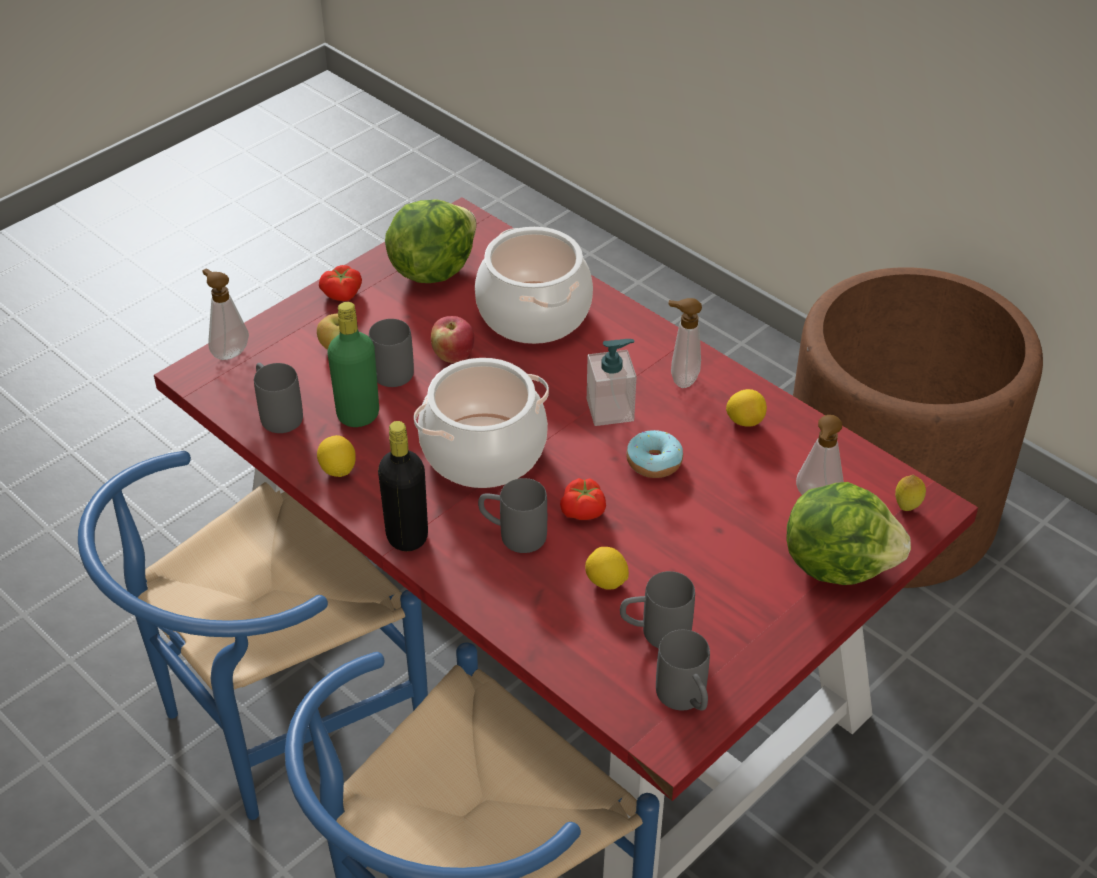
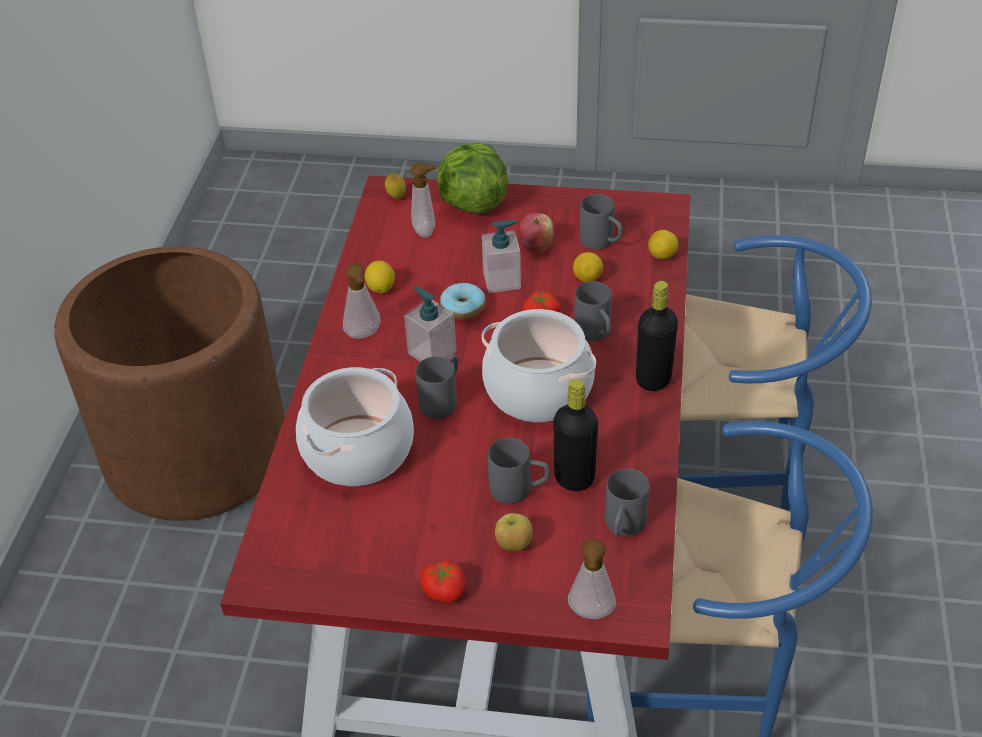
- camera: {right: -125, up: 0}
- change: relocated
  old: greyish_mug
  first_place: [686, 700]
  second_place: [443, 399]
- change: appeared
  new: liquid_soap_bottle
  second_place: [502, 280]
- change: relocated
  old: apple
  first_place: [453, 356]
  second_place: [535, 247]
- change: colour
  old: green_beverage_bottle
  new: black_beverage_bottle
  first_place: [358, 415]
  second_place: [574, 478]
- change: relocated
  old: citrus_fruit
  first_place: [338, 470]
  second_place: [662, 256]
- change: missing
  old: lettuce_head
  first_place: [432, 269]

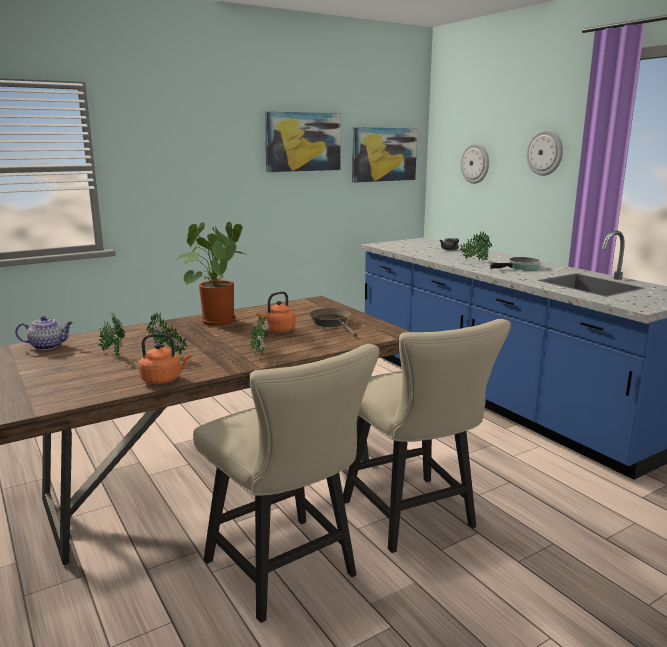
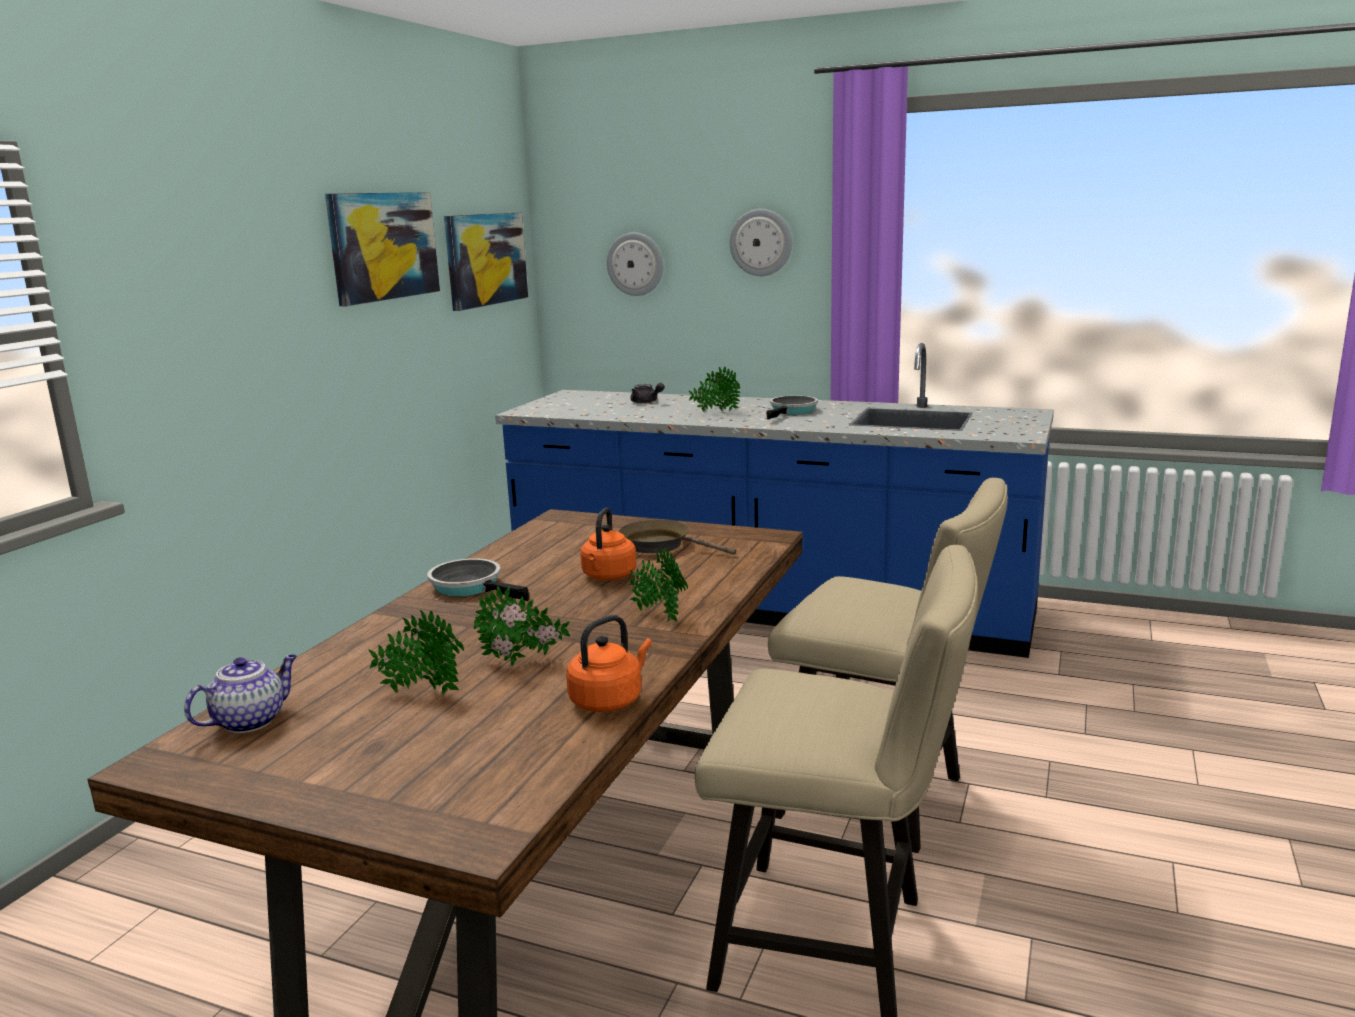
- camera: {right: -35, up: 0}
- change: exchanged
  old: potted_plant
  new: pan
  first_place: [216, 320]
  second_place: [471, 587]

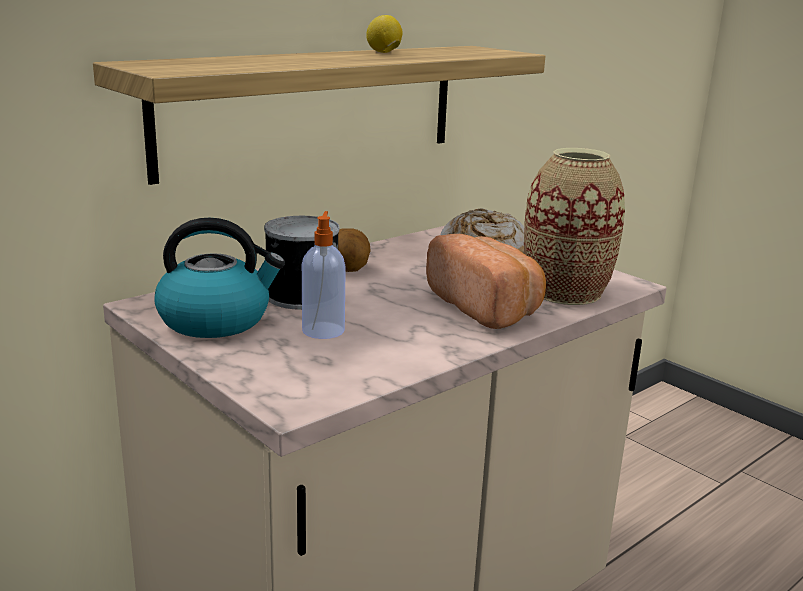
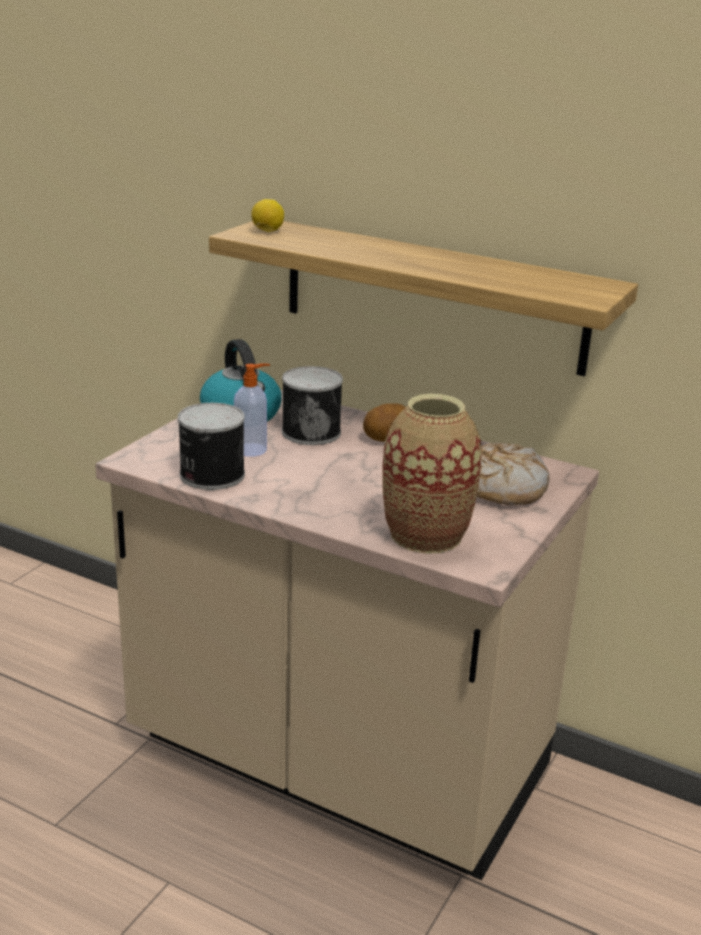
- camera: {right: 70, up: 5}
- change: appeared
  new: metal_can
  second_place: [210, 475]
- change: relocated
  old: citrus_fruit
  first_place: [384, 52]
  second_place: [267, 231]
- change: missing
  old: bread
  first_place: [486, 307]

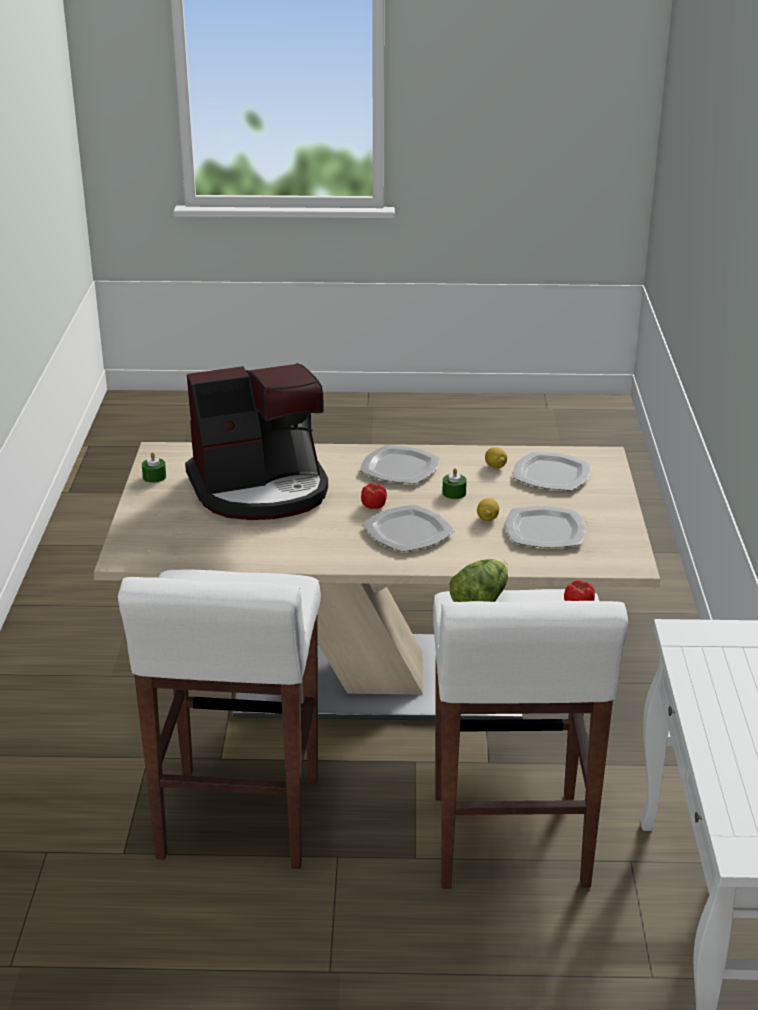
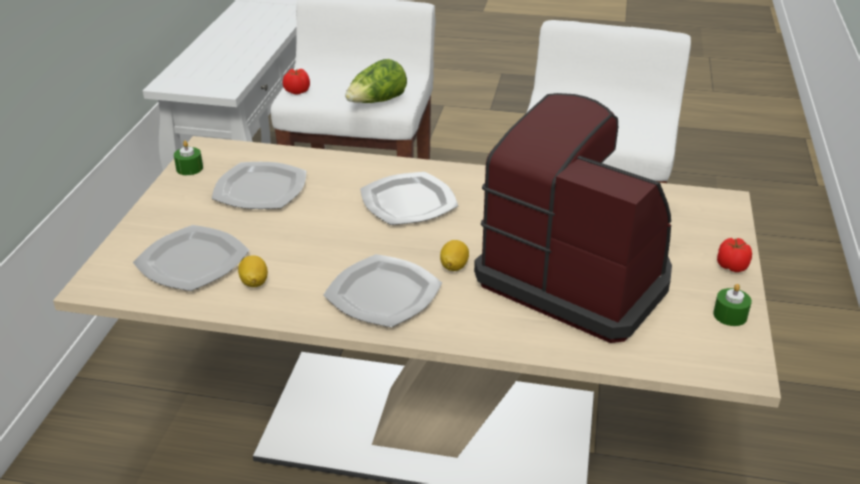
- camera: {right: -170, up: 5}
- change: relocated
  old: green_wax_light
  first_place: [454, 493]
  second_place: [189, 168]
- change: relocated
  old: citrus_fruit
  first_place: [487, 519]
  second_place: [454, 266]
- change: spun
  old: coffee_brewer
  first_place: [261, 489]
  second_place: [576, 277]
  degrees: 45
- change: relocated
  old: tomato
  first_place: [373, 506]
  second_place: [732, 266]

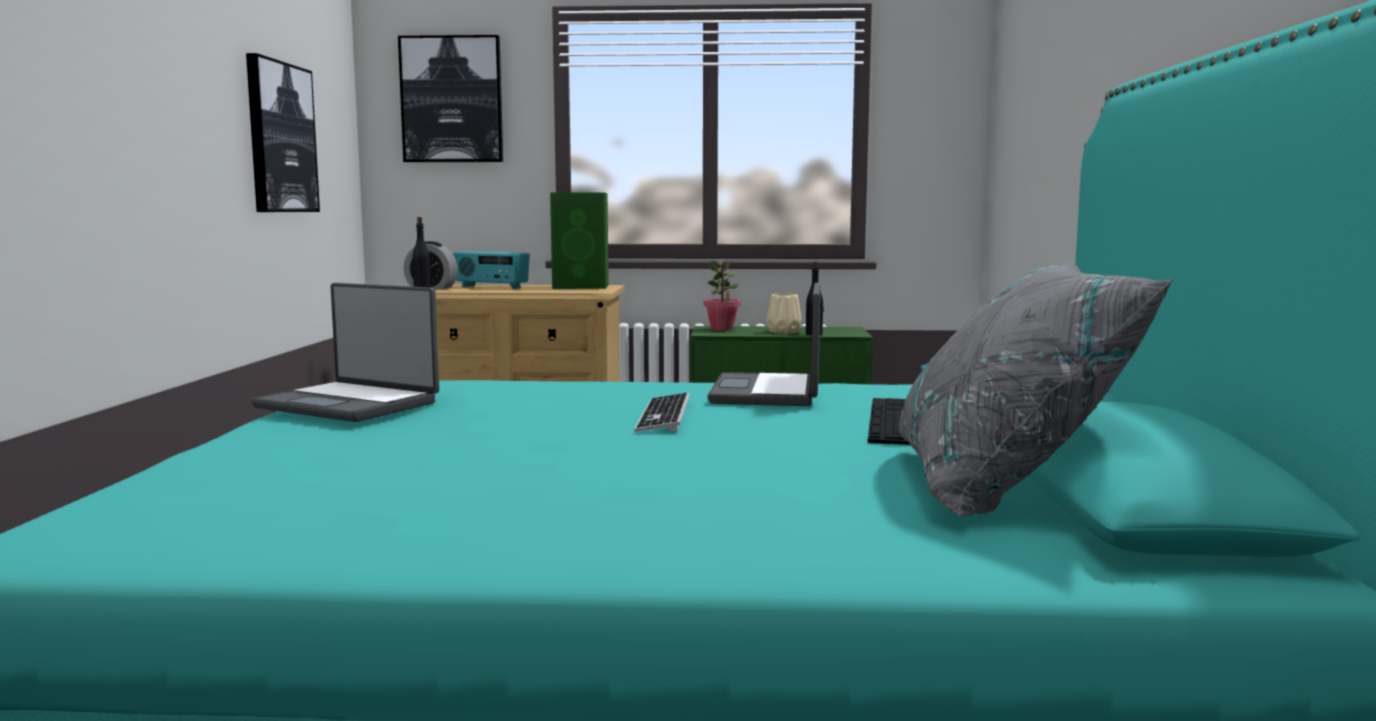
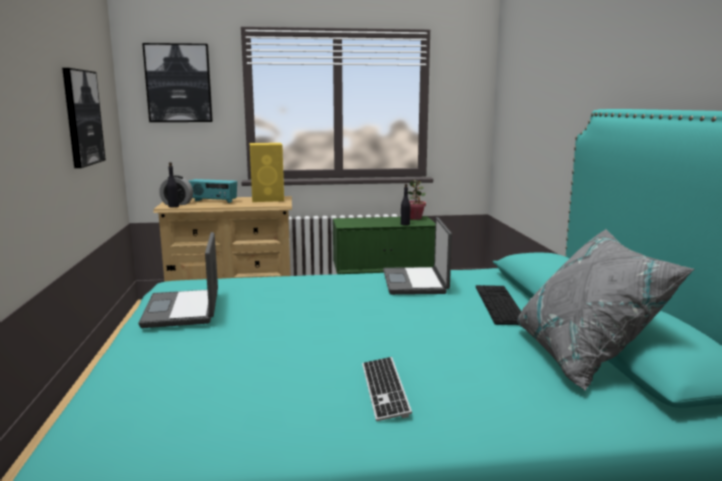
- camera: {right: -10, up: 5}
- change: spun
  old: laptop
  first_place: [350, 404]
  second_place: [184, 310]
  degrees: 60
- change: colour
  old: green_loudspeaker
  new: yellow_loudspeaker
  first_place: [582, 287]
  second_place: [268, 199]
- change: relocated
  old: PC_keyboard
  first_place: [664, 416]
  second_place: [384, 389]
- change: relocated
  old: potted_plant
  first_place: [722, 329]
  second_place: [415, 218]
- change: missing
  old: sand-coloured_decorative_vase
  first_place: [783, 332]

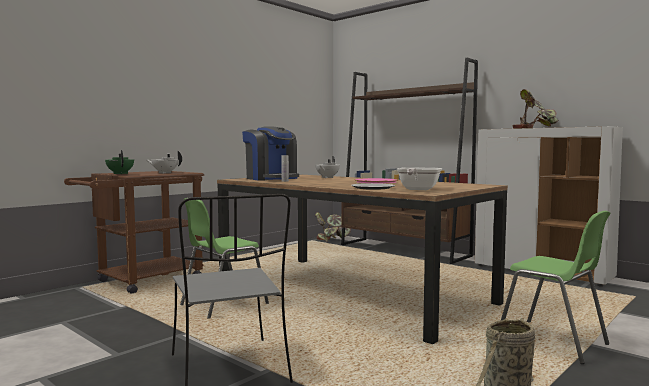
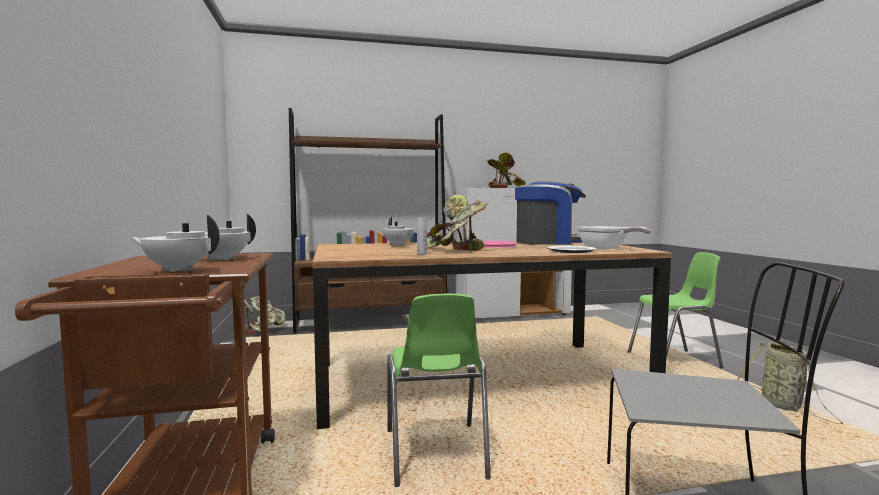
- camera: {right: -55, up: 0}
- change: colour
  old: green_teapot
  new: white_teapot
  first_place: [120, 173]
  second_place: [178, 270]
- change: appeared
  new: potted_plant
  second_place: [456, 250]
- change: relocated
  old: coffee_brewer
  first_place: [271, 178]
  second_place: [548, 242]

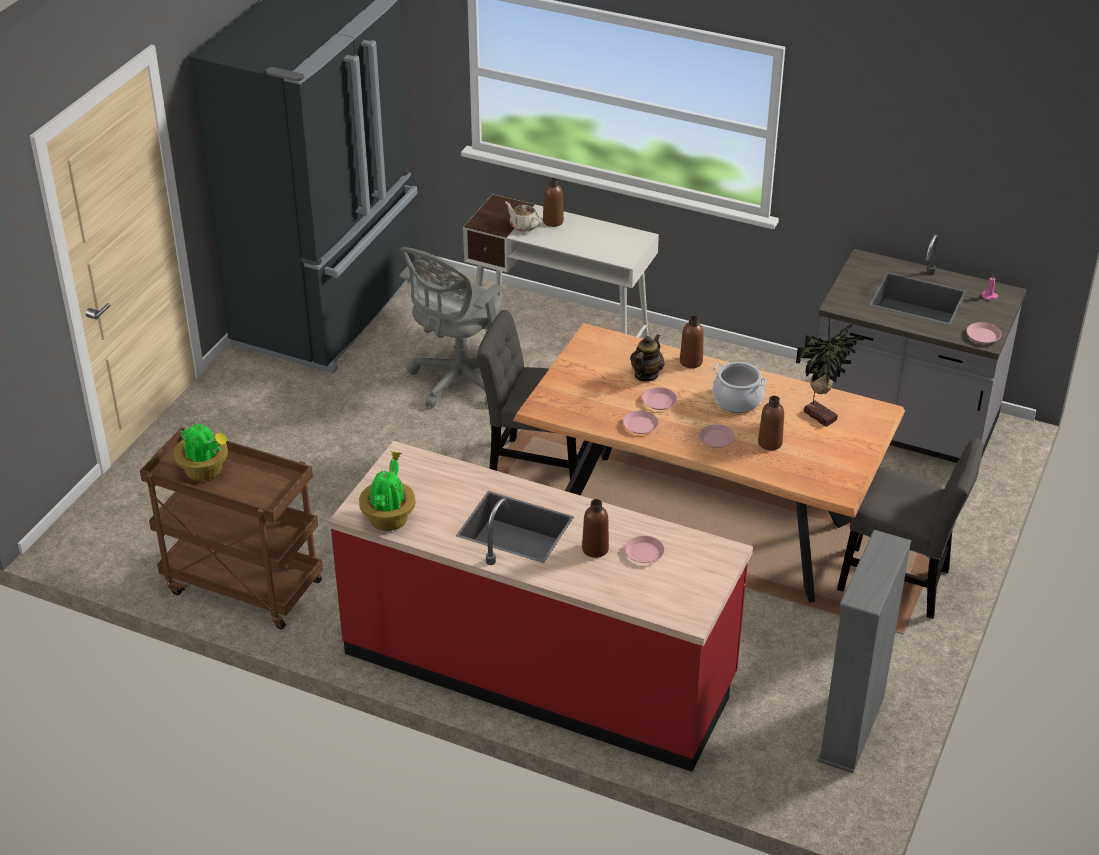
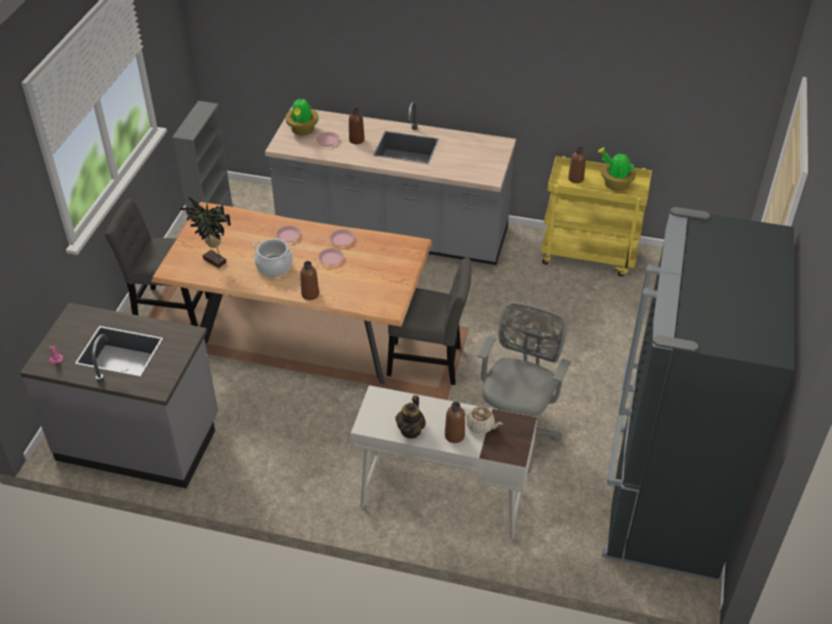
- camera: {right: 170, up: 5}
- change: colour
  old: reddish_kitchen_base_unit
  new: greyish_kitchen_base_unit
  first_place: [539, 667]
  second_place: [393, 232]
- change: relocated
  old: potted_plant
  first_place: [389, 517]
  second_place: [302, 130]
- change: relocated
  old: teapot
  first_place: [646, 375]
  second_place: [411, 430]
- change: colour
  old: brown_trolley
  new: yellow_trolley
  first_place: [241, 587]
  second_place: [589, 255]
- change: relocated
  old: brown_beverage_bottle
  first_place: [770, 443]
  second_place: [576, 178]
- change: missing
  old: pink_plate
  first_place: [983, 336]

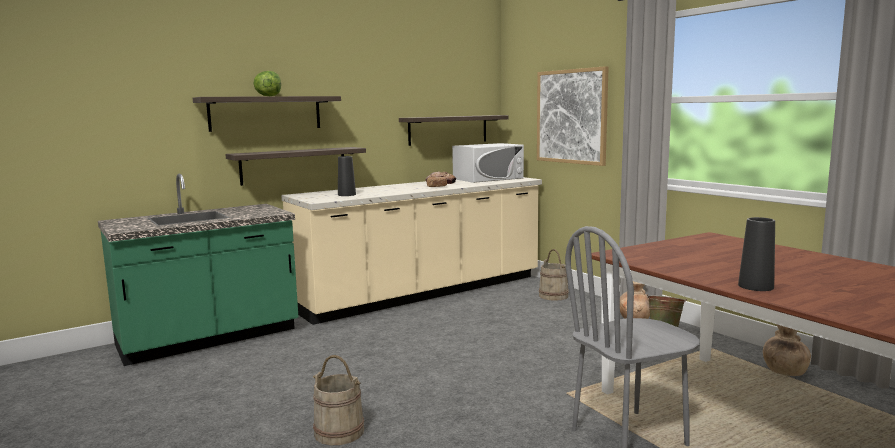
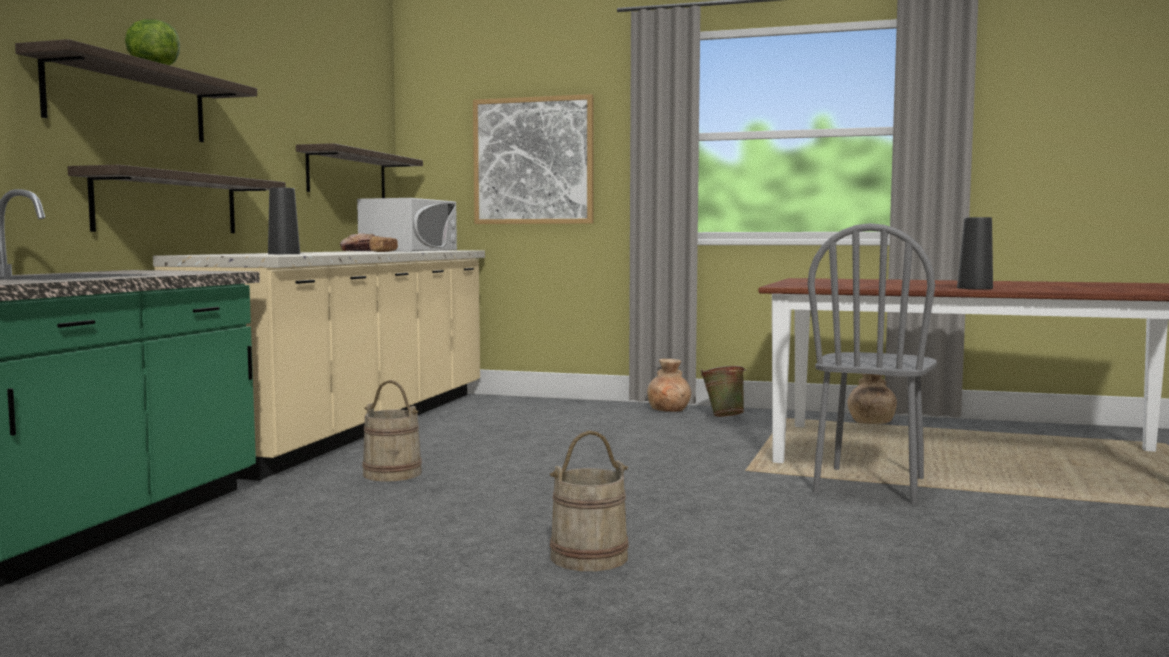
- camera: {right: -40, up: -5}
- change: relocated
  old: sand-coloured_bucket
  first_place: [553, 296]
  second_place: [392, 473]

